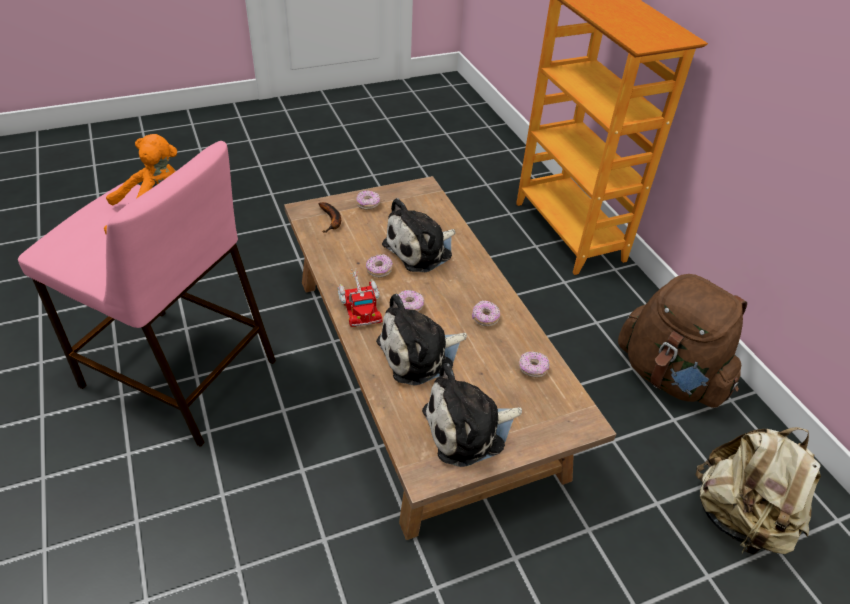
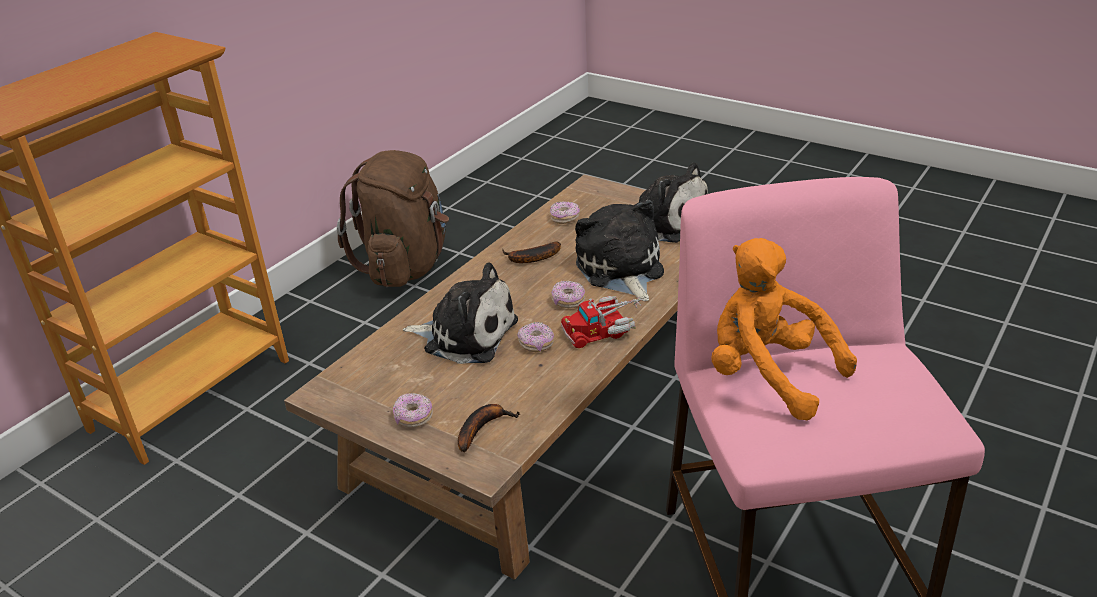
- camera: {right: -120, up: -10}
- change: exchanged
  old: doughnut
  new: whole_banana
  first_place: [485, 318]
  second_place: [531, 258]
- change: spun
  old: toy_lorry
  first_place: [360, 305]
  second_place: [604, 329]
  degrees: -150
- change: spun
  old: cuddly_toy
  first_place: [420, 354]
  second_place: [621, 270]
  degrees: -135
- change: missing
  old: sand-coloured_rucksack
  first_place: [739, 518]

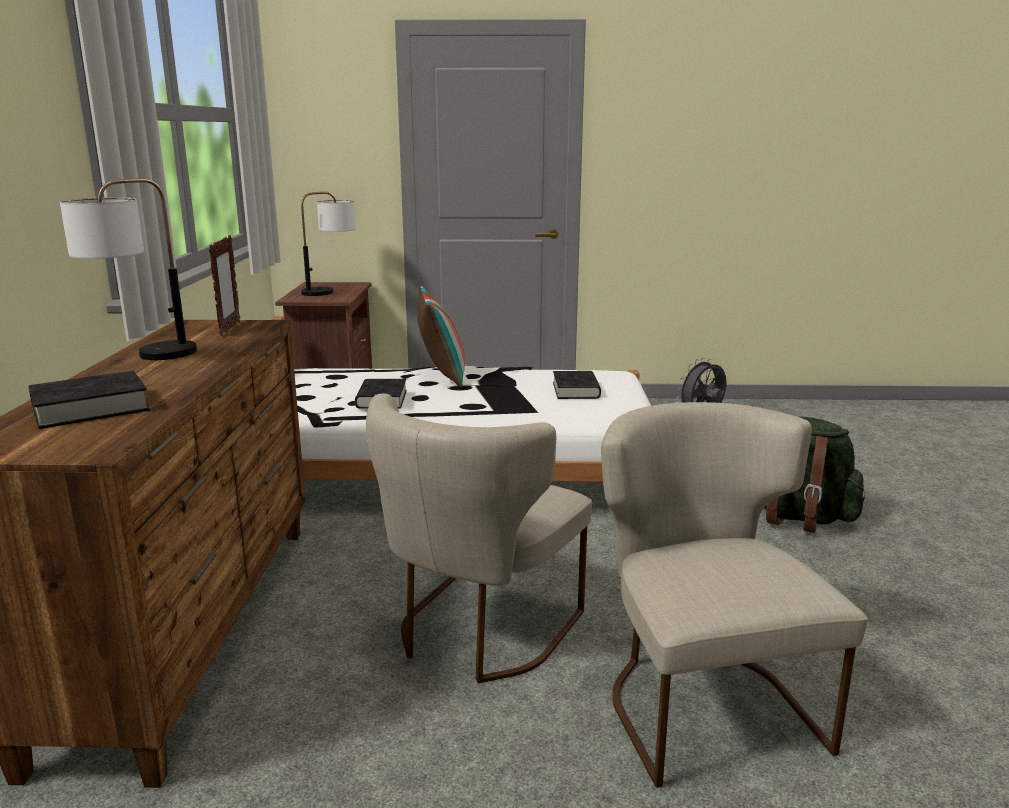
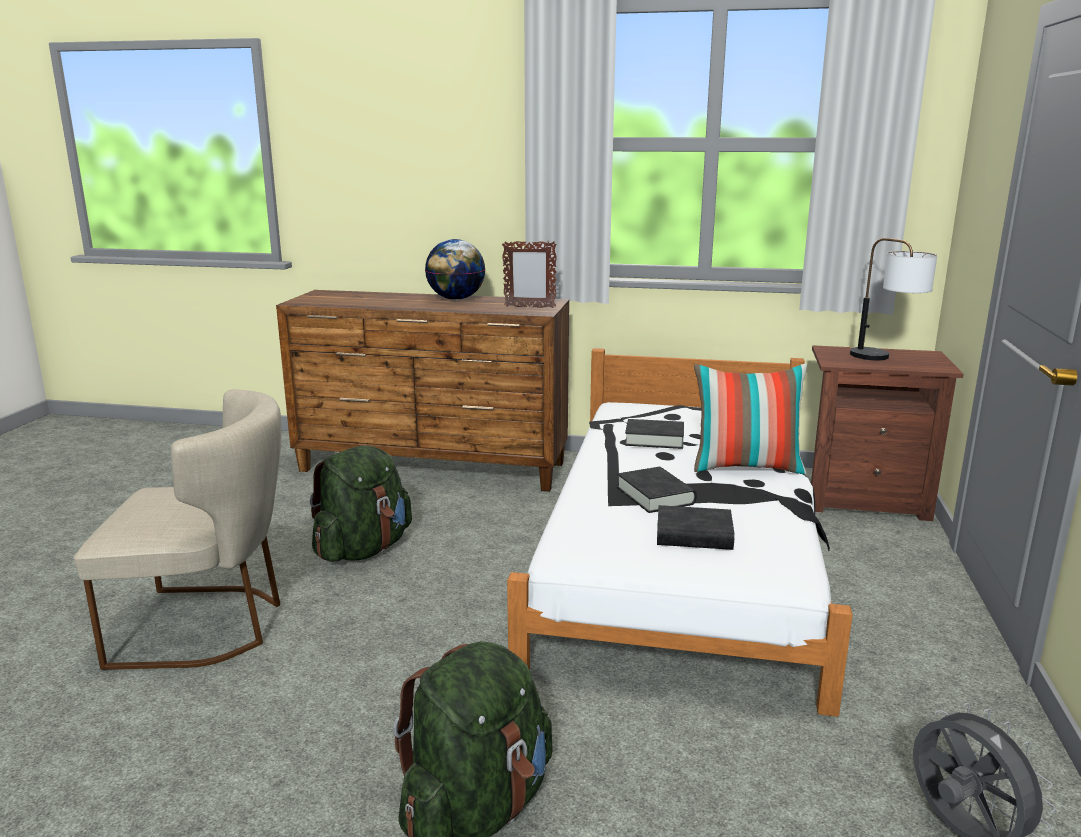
- camera: {right: 100, up: 0}
- change: exchanged
  old: sand-coloured_chair
  new: green_rucksack
  first_place: [478, 633]
  second_place: [363, 549]
- change: exchanged
  old: lamp_for_a_table
  new: desk_globe
  first_place: [143, 359]
  second_place: [455, 299]
- change: relocated
  old: black_bound_book
  first_place: [90, 408]
  second_place: [655, 496]

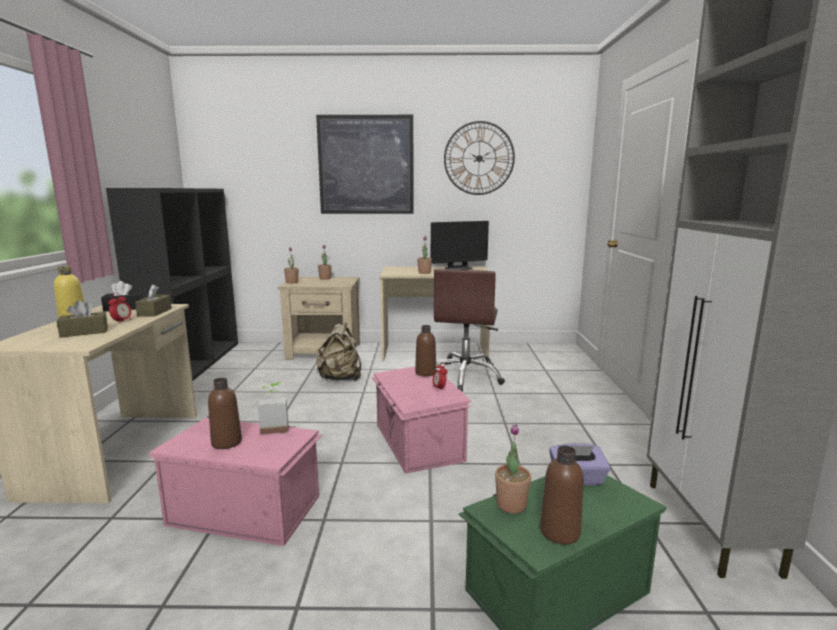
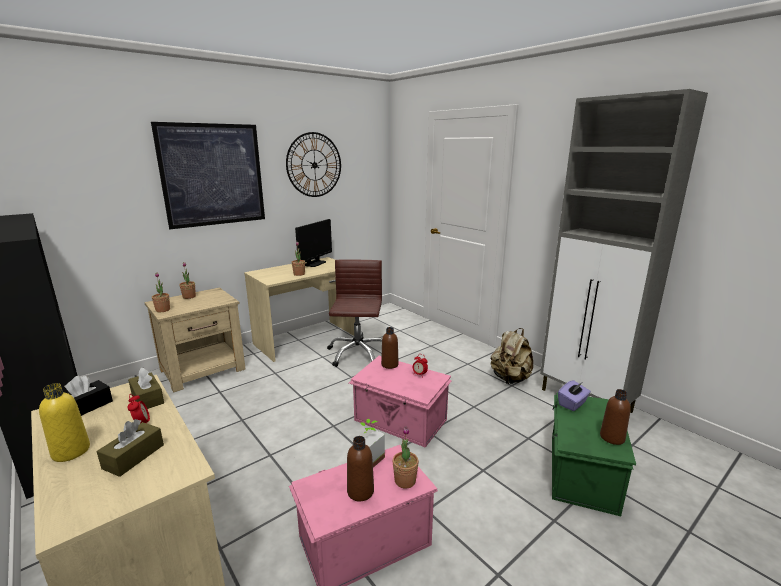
- camera: {right: -40, up: 5}
- change: spun
  old: brown_office_chair
  first_place: [465, 376]
  second_place: [357, 353]
  degrees: -150
- change: relocated
  old: potted_plant
  first_place: [511, 504]
  second_place: [405, 480]
- change: relocated
  old: sand-coloured_rucksack
  first_place: [340, 379]
  second_place: [510, 379]

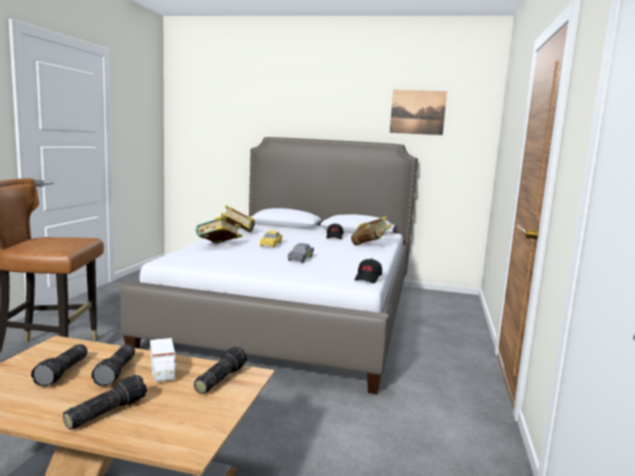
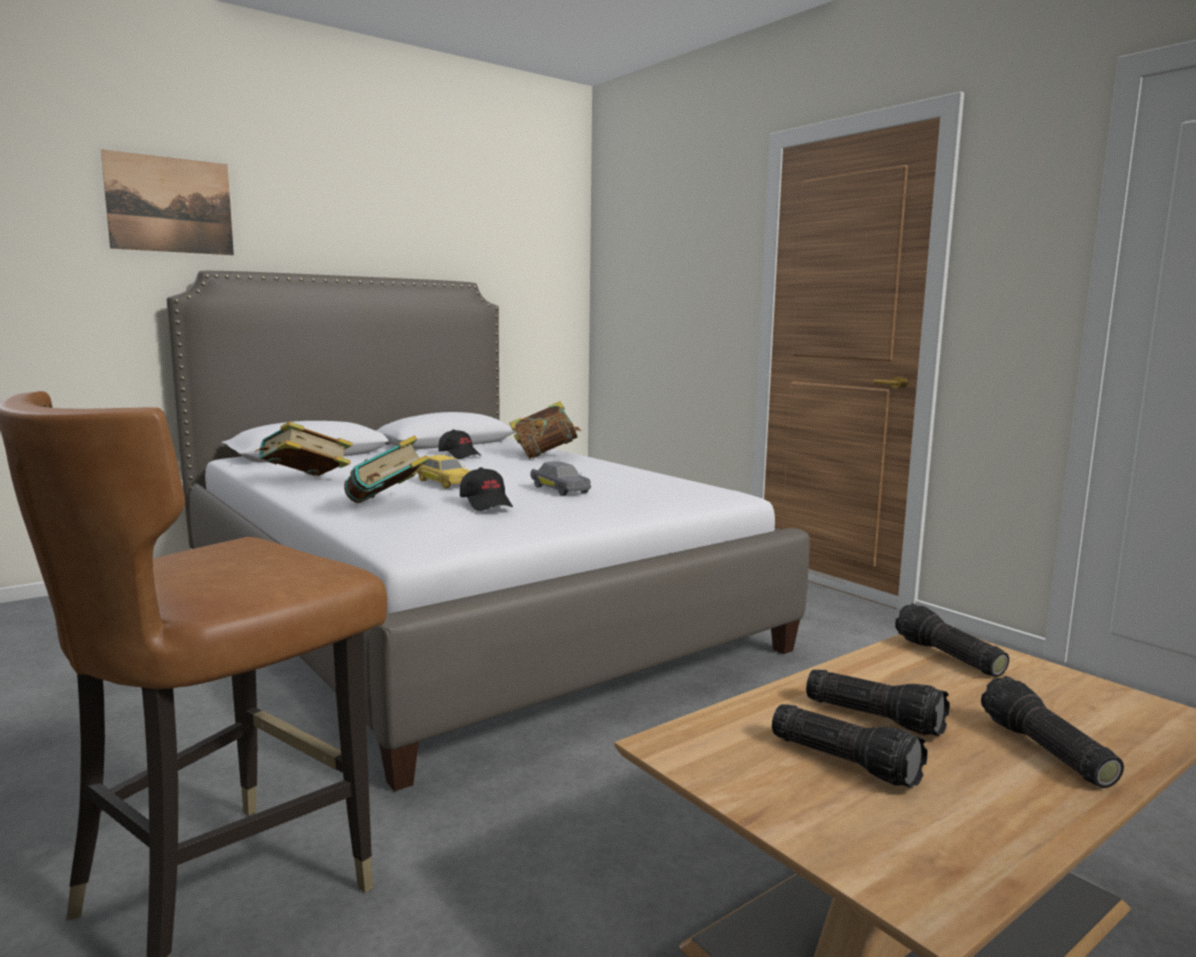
- camera: {right: -50, up: 0}
- change: relocated
  old: wall_art
  first_place: [417, 112]
  second_place: [170, 205]
- change: relocated
  old: black_baseball_cap
  first_place: [368, 278]
  second_place: [486, 504]
- change: missing
  old: toy_lorry
  first_place: [162, 371]

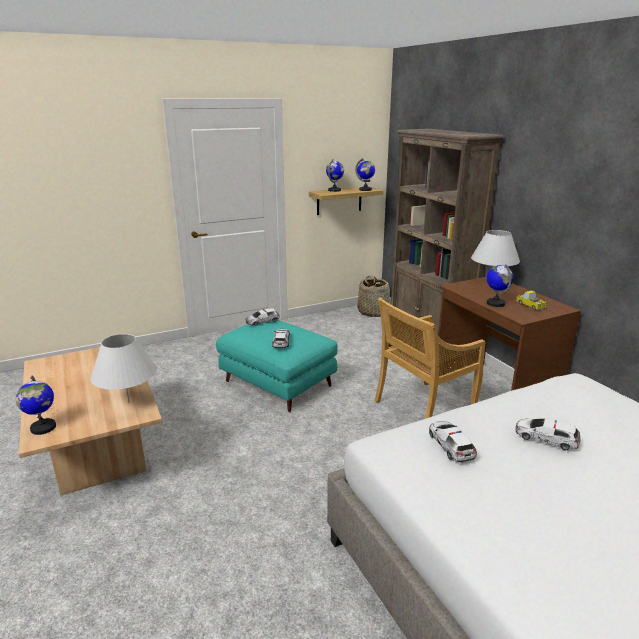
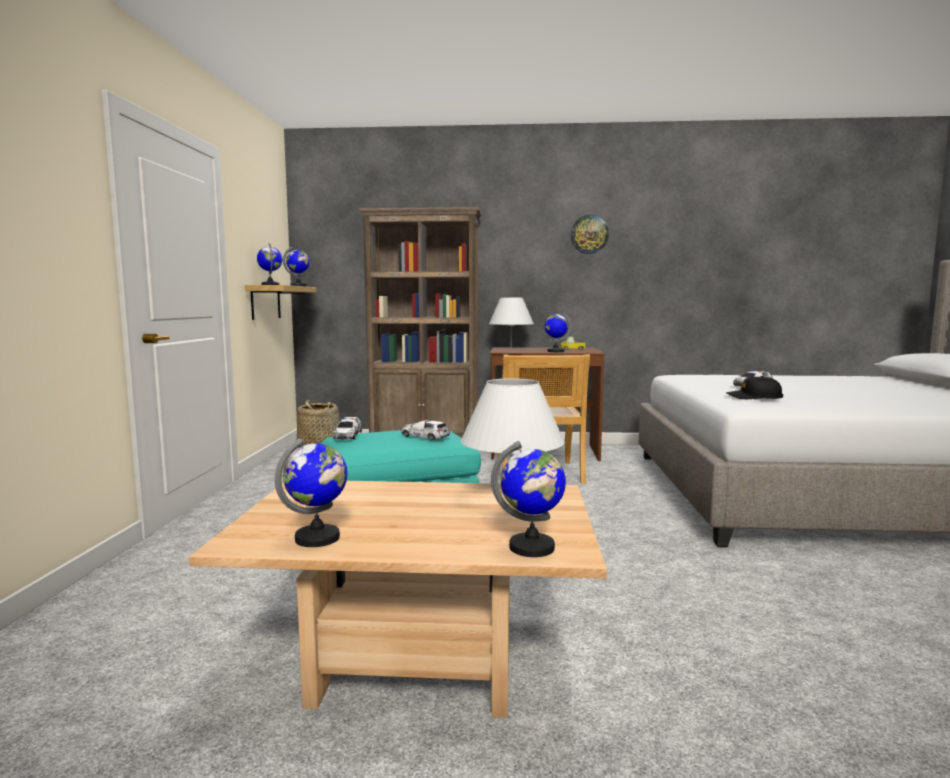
- camera: {right: -60, up: -15}
- change: appeared
  new: desk_globe
  second_place: [318, 538]
- change: appeared
  new: wall_clock
  second_place: [589, 234]
- change: exchanged
  old: toy_car
  new: black_baseball_cap
  first_place: [450, 445]
  second_place: [754, 397]

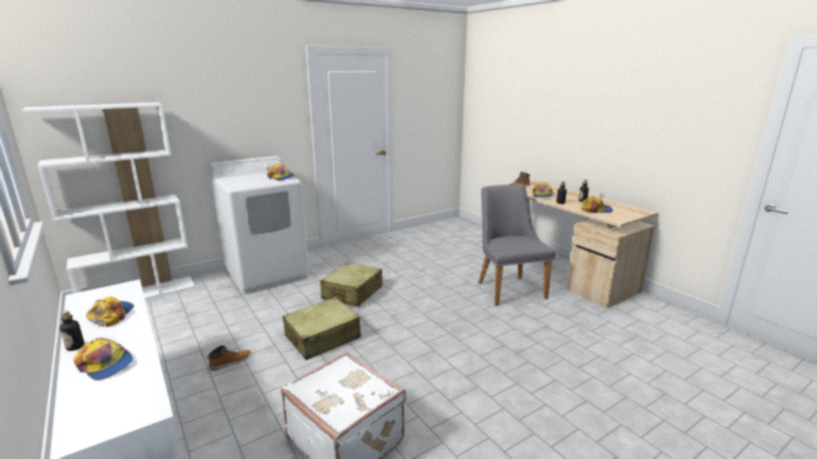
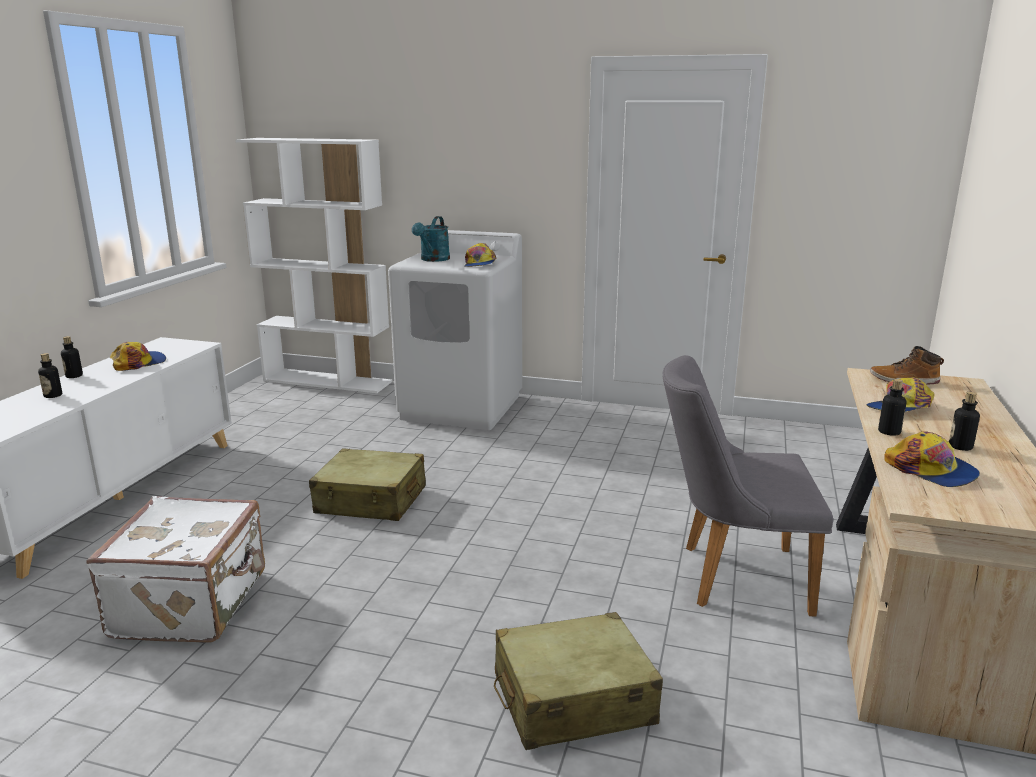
- camera: {right: 50, up: 0}
- change: exchanged
  old: baseball_cap
  new: beverage_bottle
  first_place: [105, 364]
  second_place: [53, 395]
- change: appeared
  new: blue-green_watering_can
  second_place: [433, 260]
- change: relocated
  old: sand-coloured_piece_of_luggage
  first_place: [352, 293]
  second_place: [572, 700]
- change: spun
  old: greyish_chair
  first_place: [507, 287]
  second_place: [731, 576]
  degrees: -120
- change: missing
  old: tall_boot
  first_place: [230, 362]

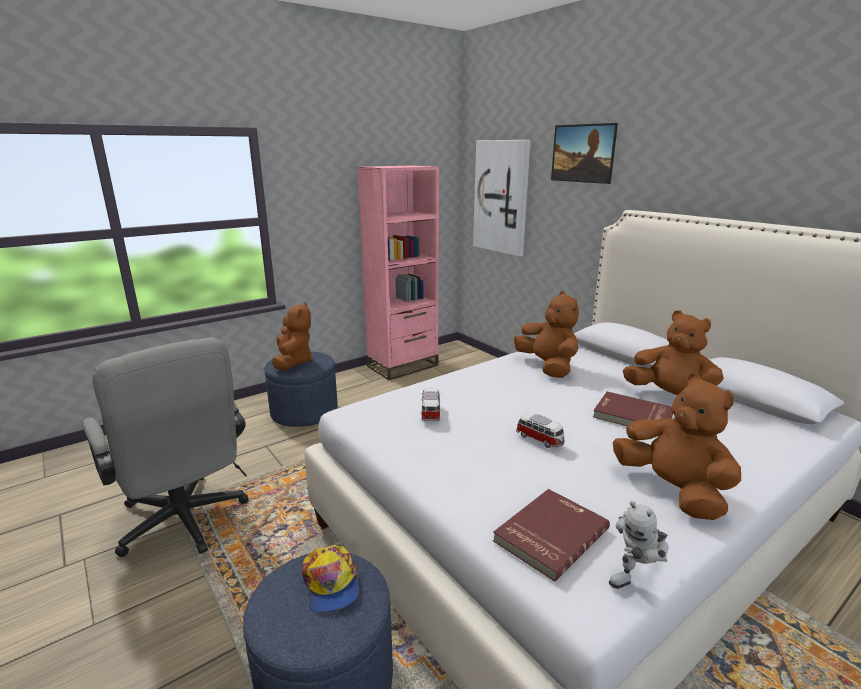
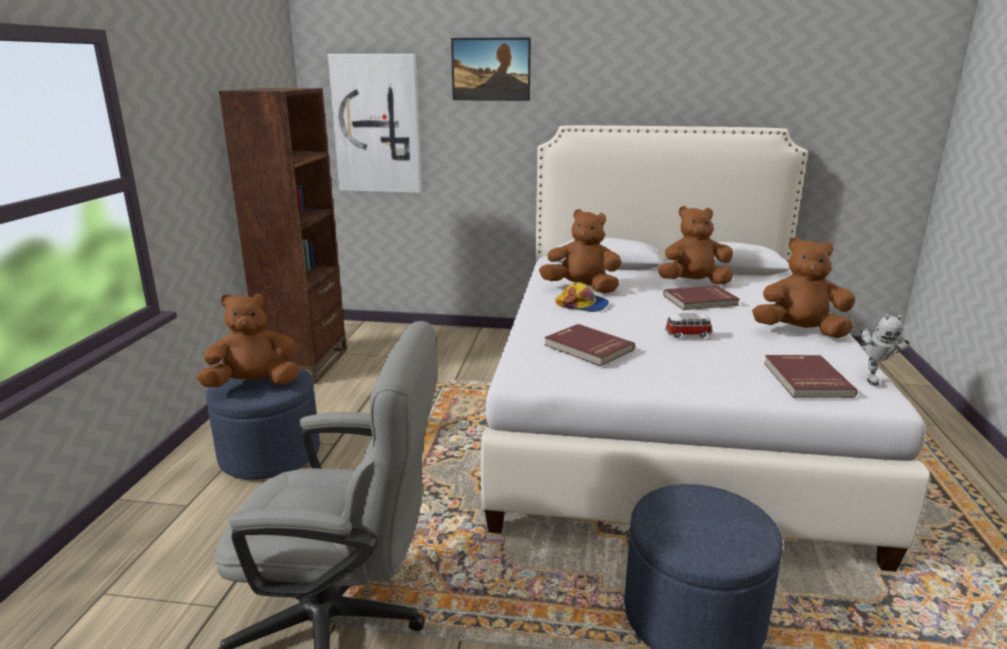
- camera: {right: -45, up: 0}
- change: spun
  old: brown_cuddly_toy
  first_place: [293, 362]
  second_place: [253, 384]
  degrees: -60
- change: colour
  old: pink_shelving_unit
  new: brown_shelving_unit
  first_place: [403, 366]
  second_place: [305, 364]
- change: exchanged
  old: toy_car
  new: reddish_bound_book
  first_place: [430, 412]
  second_place: [587, 348]
- change: relocated
  old: baseball_cap
  first_place: [331, 584]
  second_place: [583, 305]

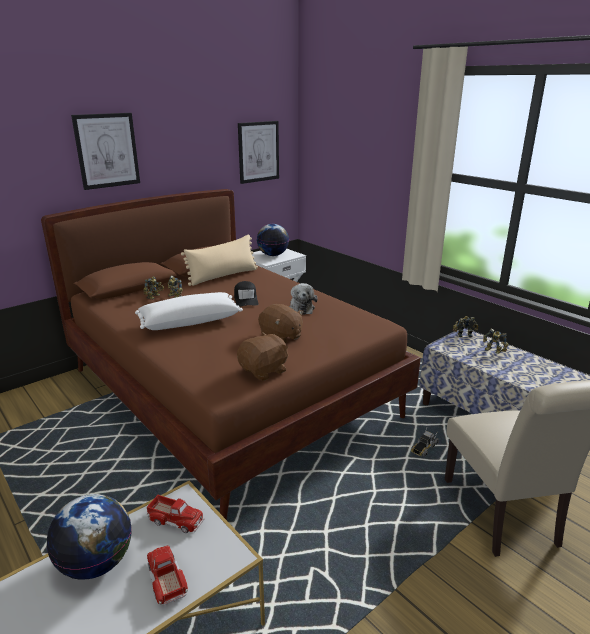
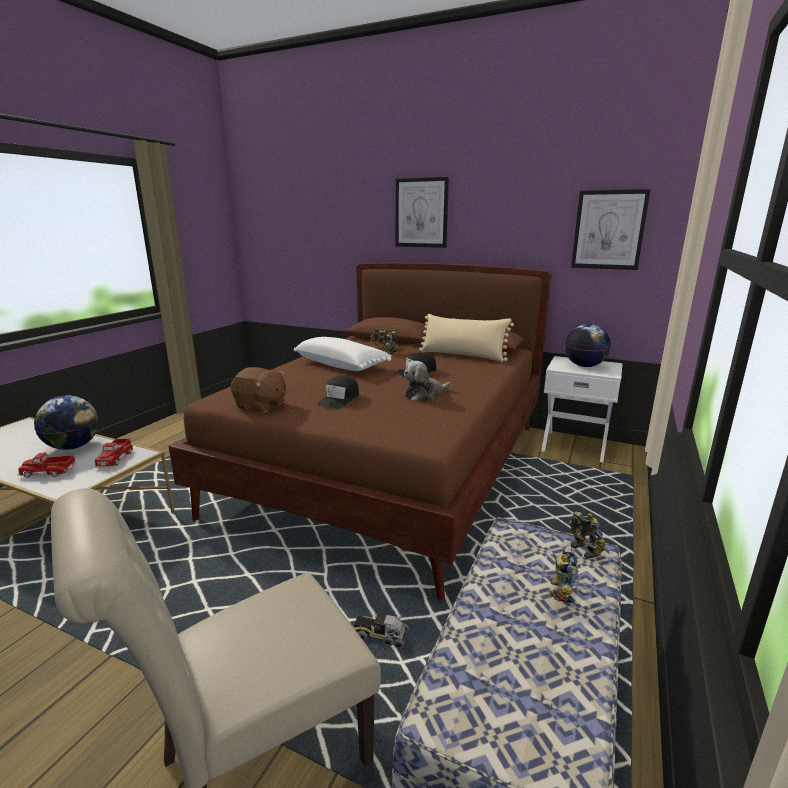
- camera: {right: 65, up: -5}
- change: spun
  old: toy_lorry
  first_place: [166, 579]
  second_place: [48, 472]
  degrees: -135
- change: exchanged
  old: brown_cuddly_toy
  new: black_baseball_cap
  first_place: [281, 337]
  second_place: [339, 399]

